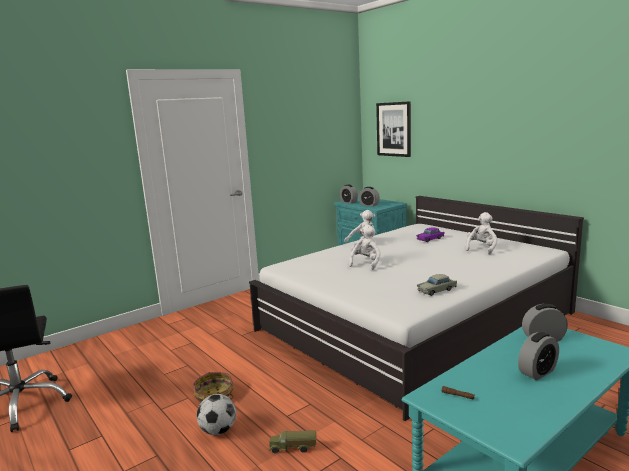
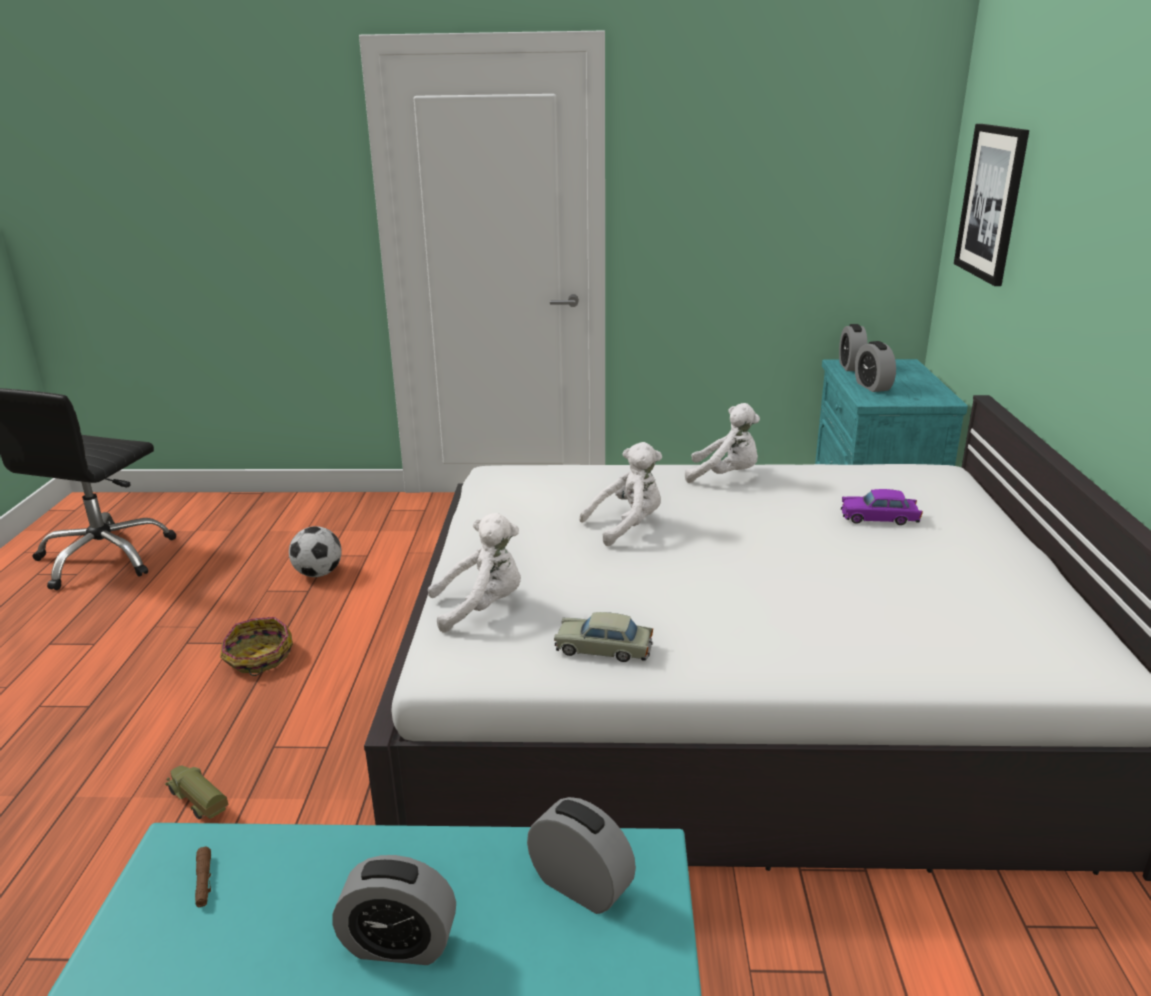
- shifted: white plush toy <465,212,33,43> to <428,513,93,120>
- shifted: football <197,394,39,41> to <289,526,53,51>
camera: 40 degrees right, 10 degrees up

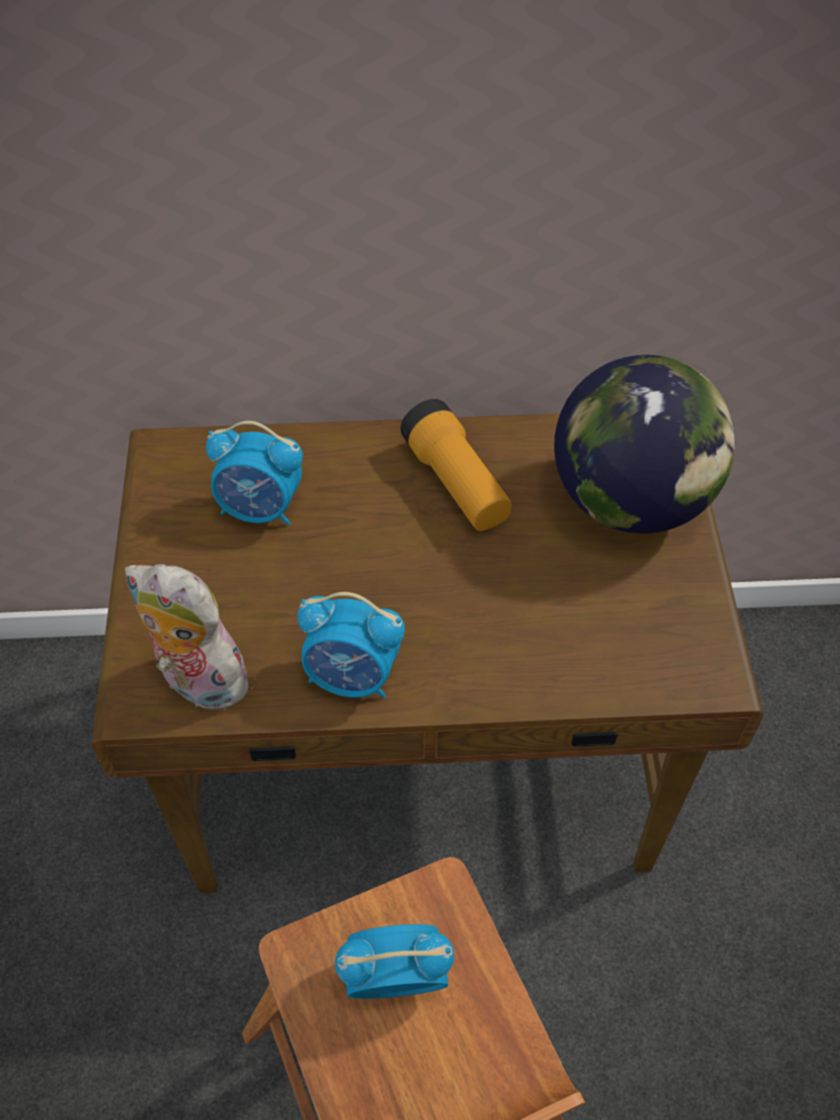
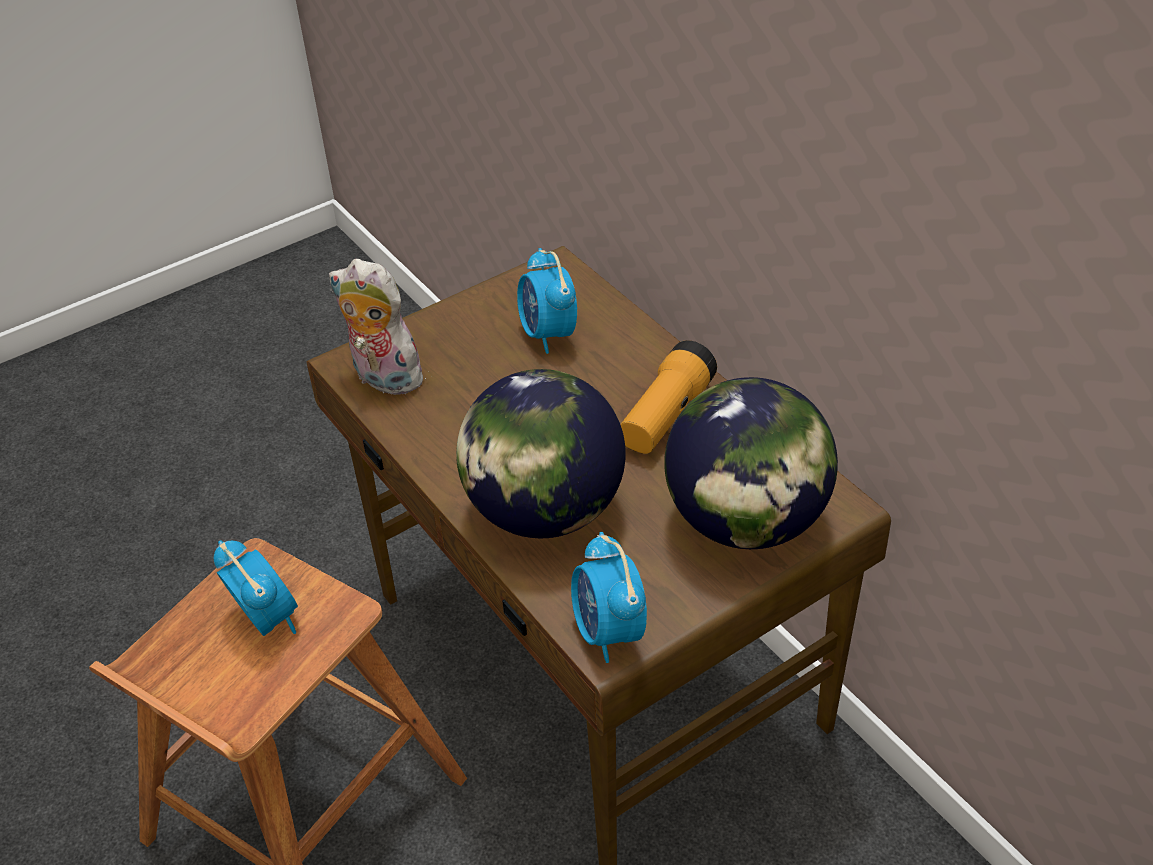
- rotated: plush toy <125,564,134,148> = <329,259,97,136> 60 degrees counterclockwise
- shifted: alarm clock <297,592,108,106> to <571,532,76,131>
- new: globe <456,369,170,169>
camera: 60 degrees right, 10 degrees down

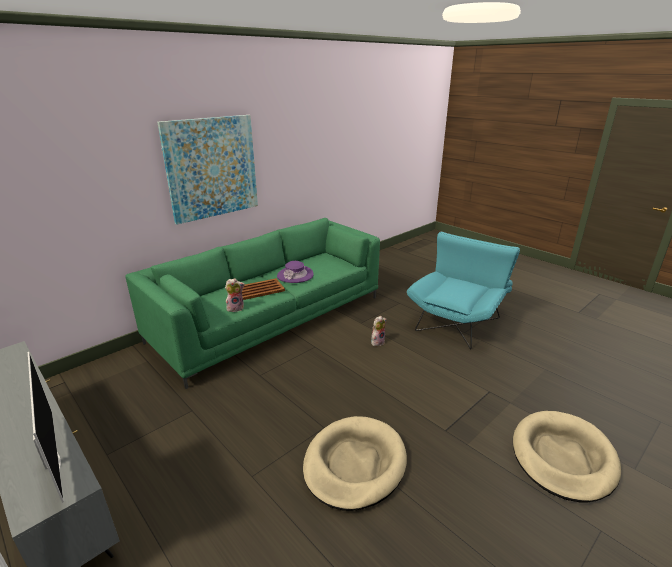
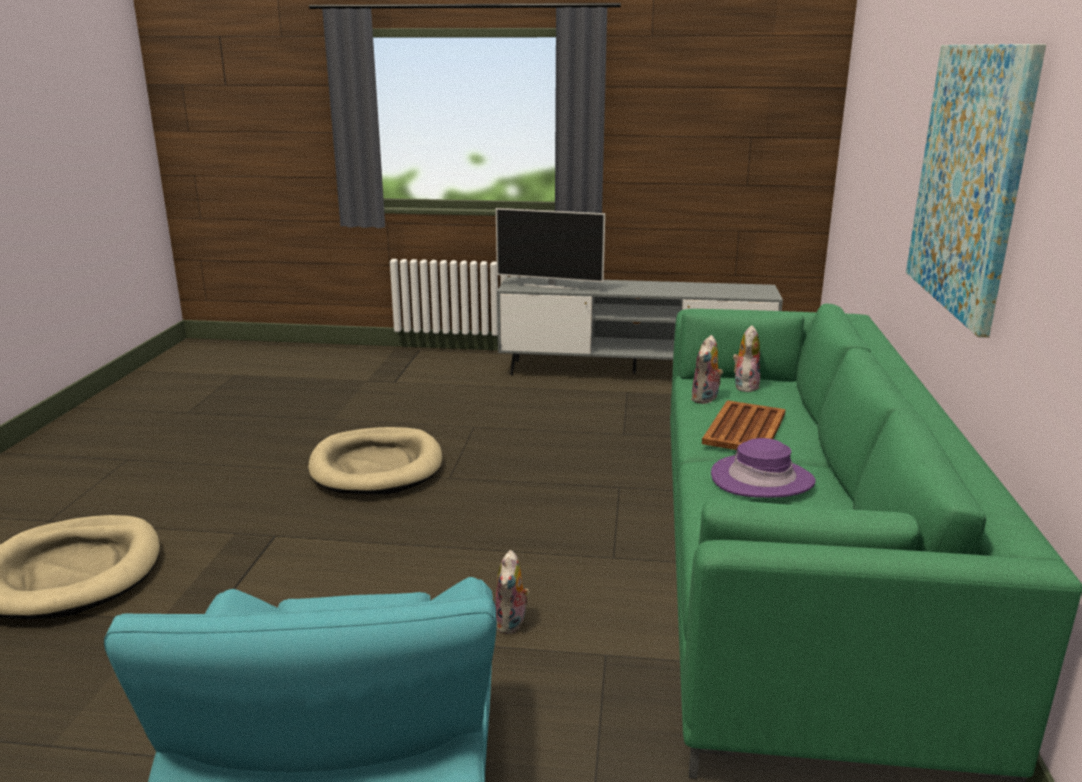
- new: plush toy <733,325,27,67>
camera: 140 degrees right, 5 degrees down

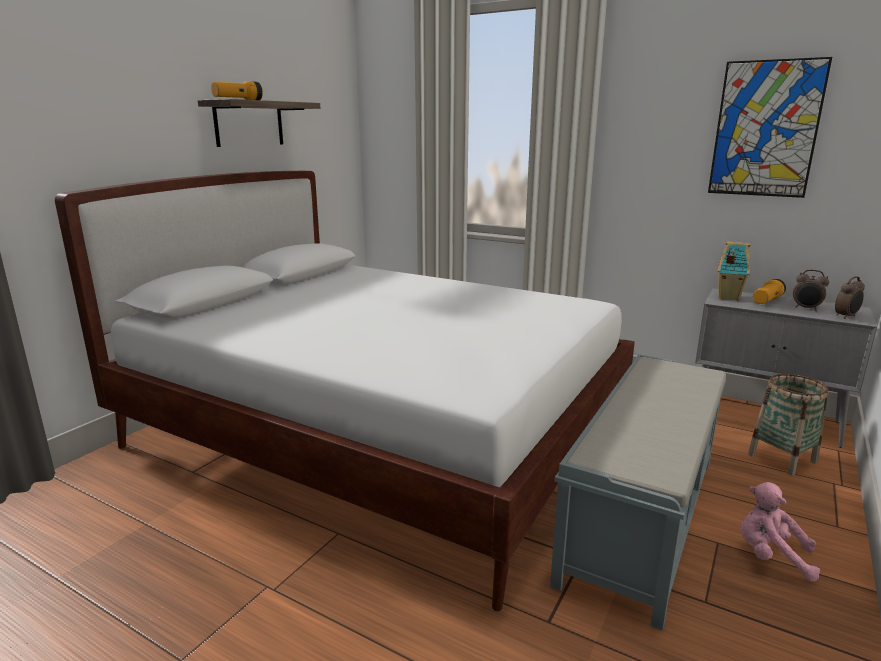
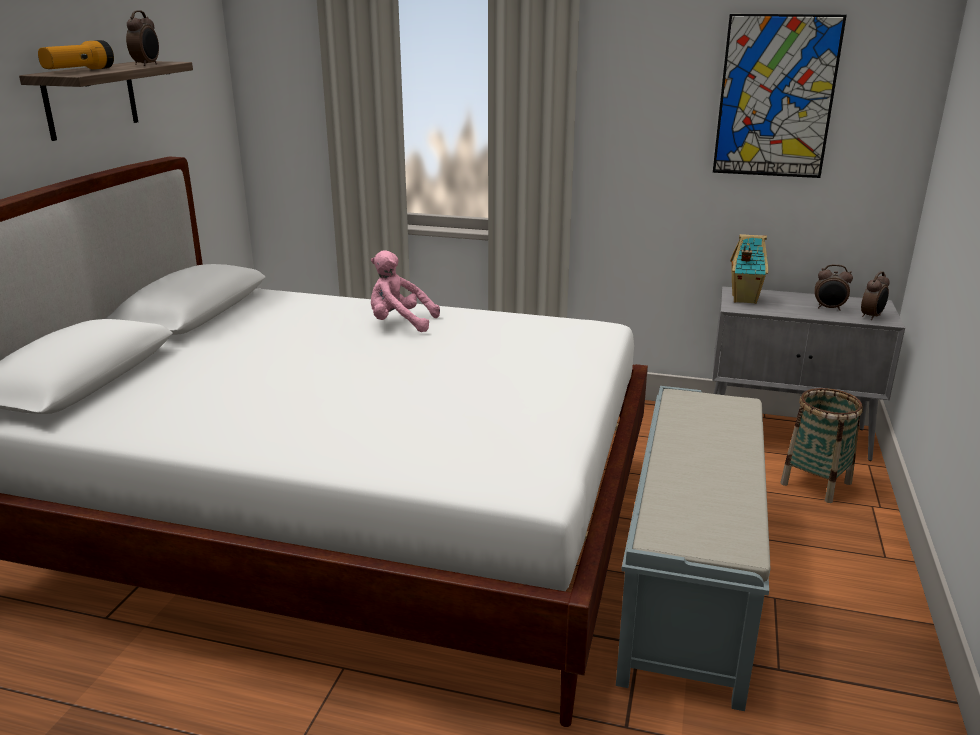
- gone: flashlight <753,279,33,25>
- shifted: pink plush toy <741,482,79,99> to <371,250,69,82>
- new: alarm clock <126,10,33,56>
camera: 15 degrees left, 5 degrees up

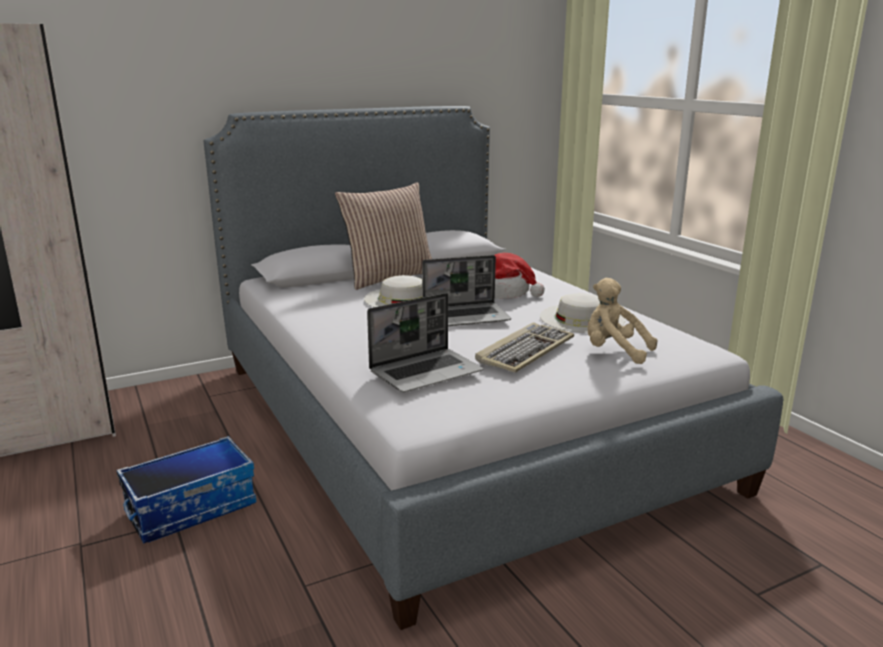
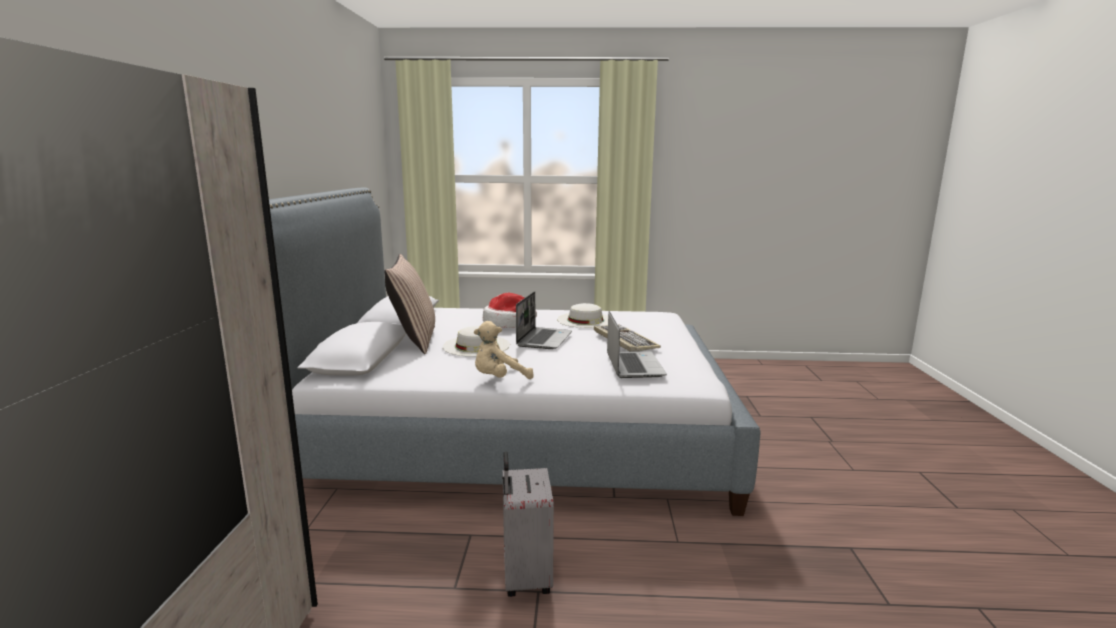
- shifted: beige plush toy <587,278,70,86> to <474,321,60,58>
- swapped: storage box <116,436,141,107> to grey suitcase <503,452,51,145>
camera: 60 degrees left, 5 degrees down

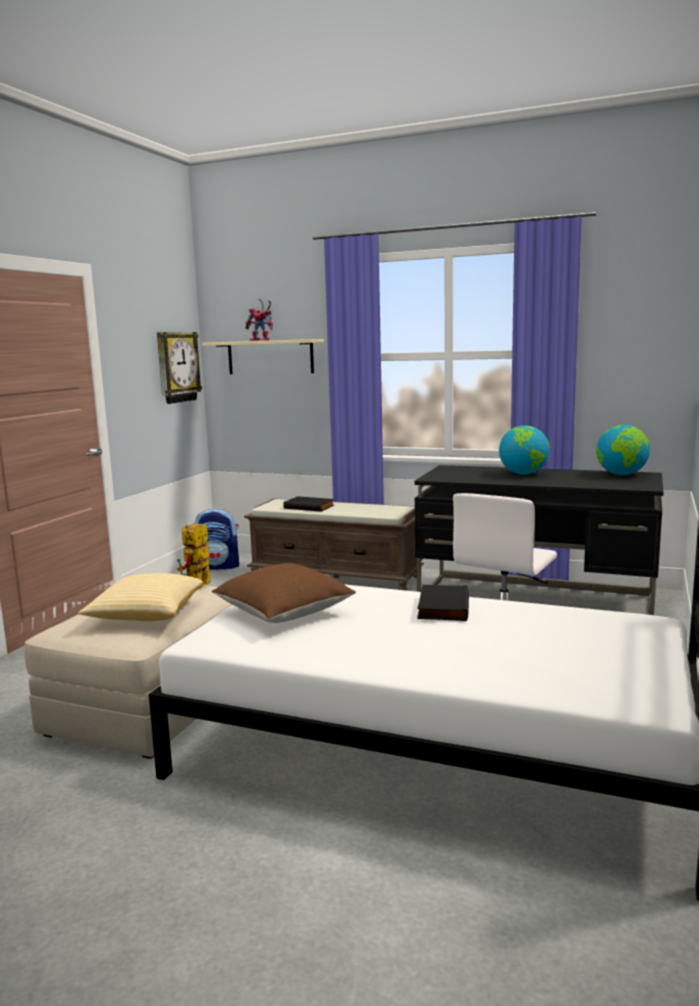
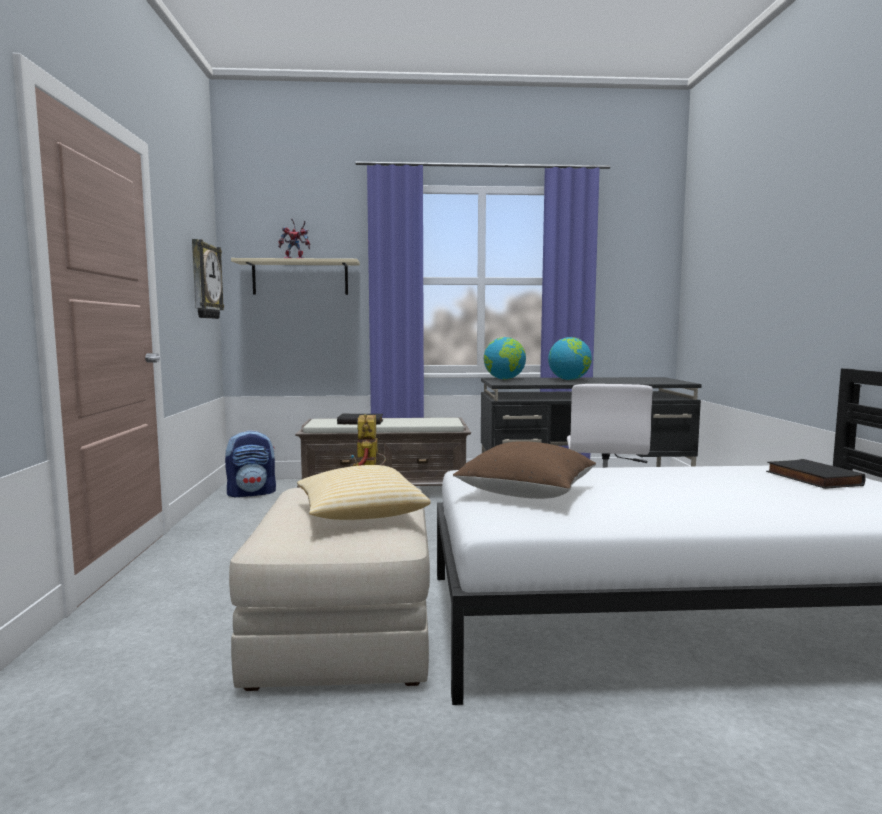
- shifted: globe <596,425,54,50> to <484,337,42,42>
- shifted: black book <417,585,52,36> to <766,459,100,30>
camera: 25 degrees left, 5 degrees down

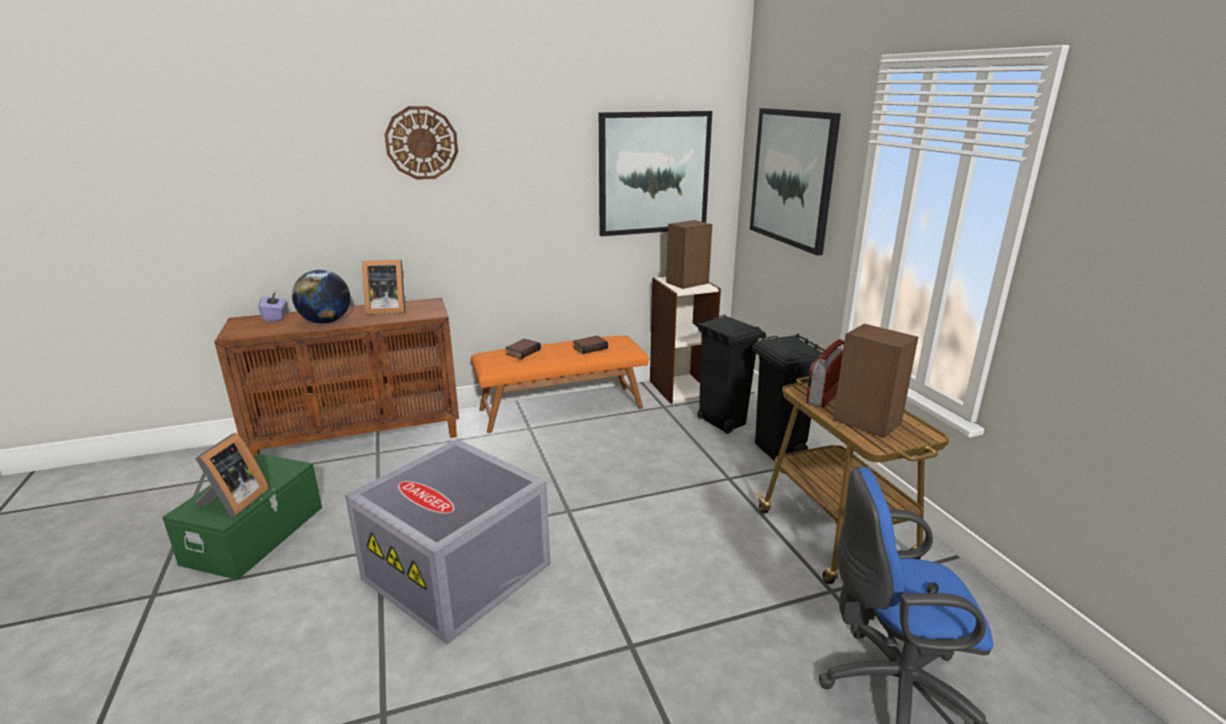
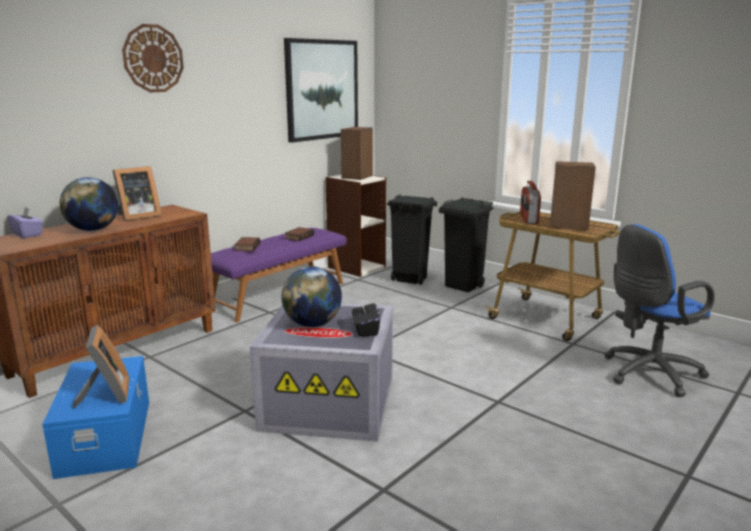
- gone: picture <750,108,91,148>
- repainted: orange bench <471,335,178,98> to purple bench <211,228,136,95>
- repainted: green storage box <162,454,160,126> to blue storage box <42,356,107,123>
- new: globe <282,267,60,60>
- new: black tissue box <352,300,28,36>
camera: 30 degrees left, 5 degrees down

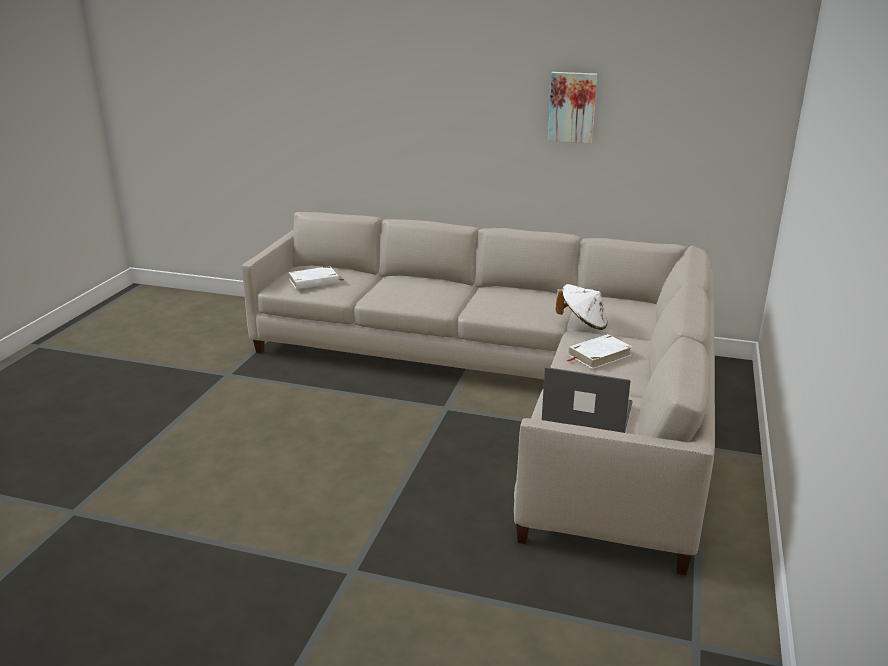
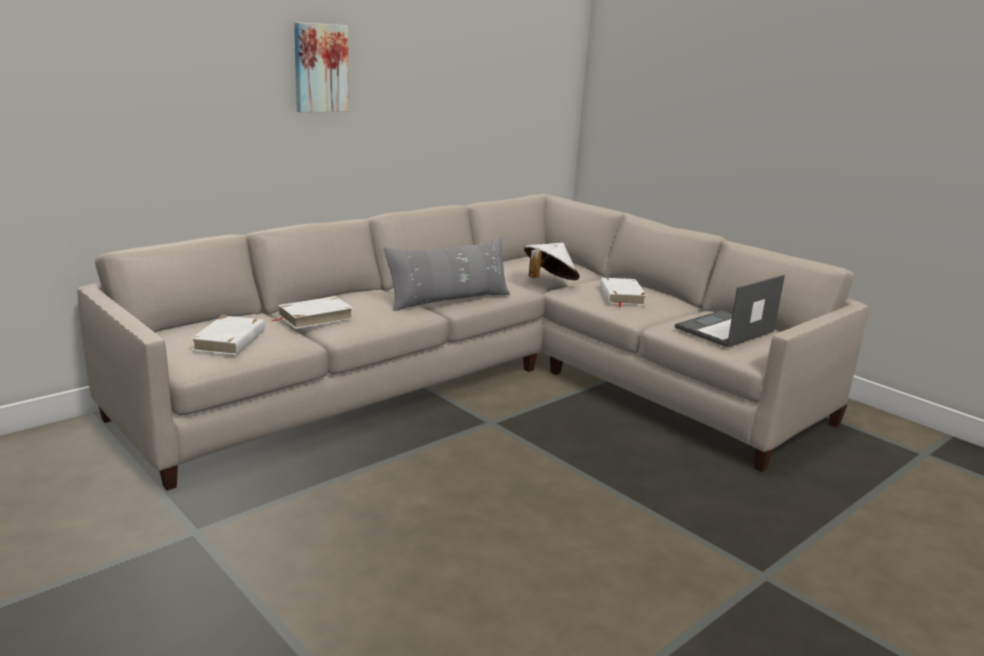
- shifted: picture <548,72,49,71> to <294,22,55,91>
- new: grey pillow <384,237,126,74>
- new: white book <272,296,81,33>
camera: 60 degrees left, 5 degrees down

